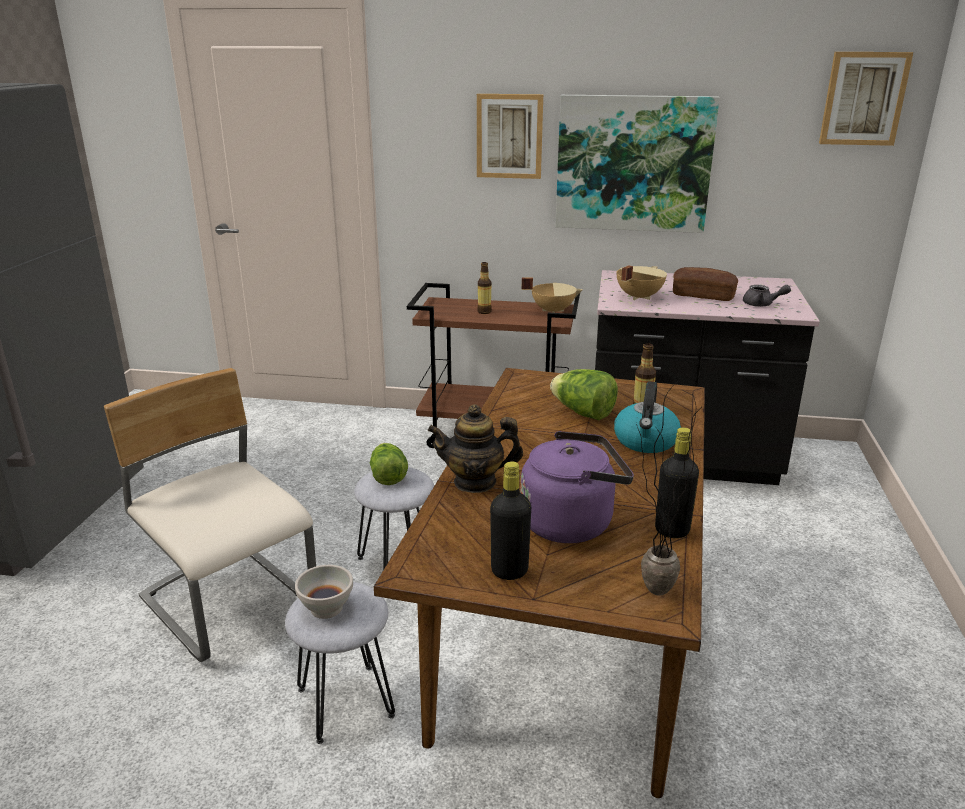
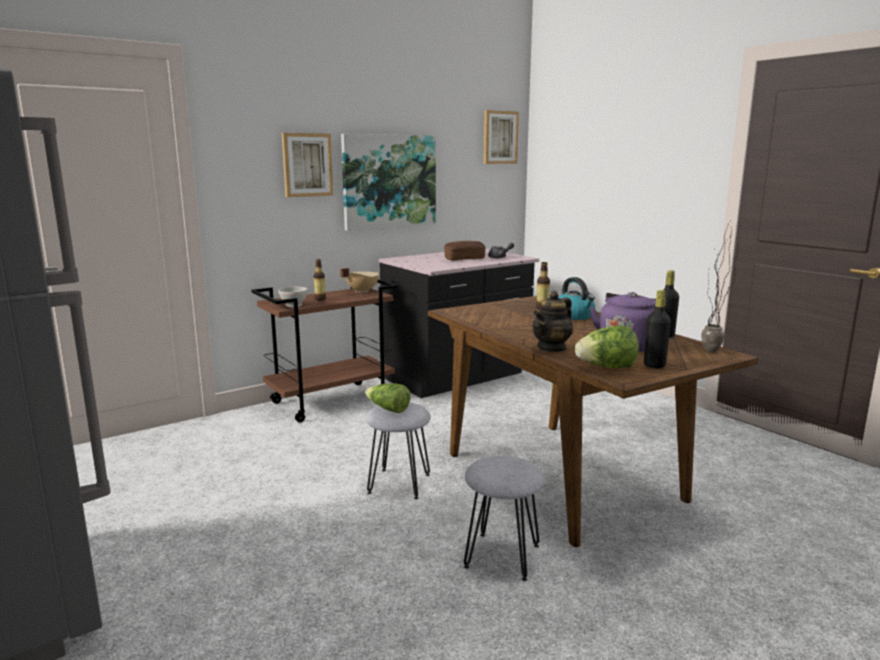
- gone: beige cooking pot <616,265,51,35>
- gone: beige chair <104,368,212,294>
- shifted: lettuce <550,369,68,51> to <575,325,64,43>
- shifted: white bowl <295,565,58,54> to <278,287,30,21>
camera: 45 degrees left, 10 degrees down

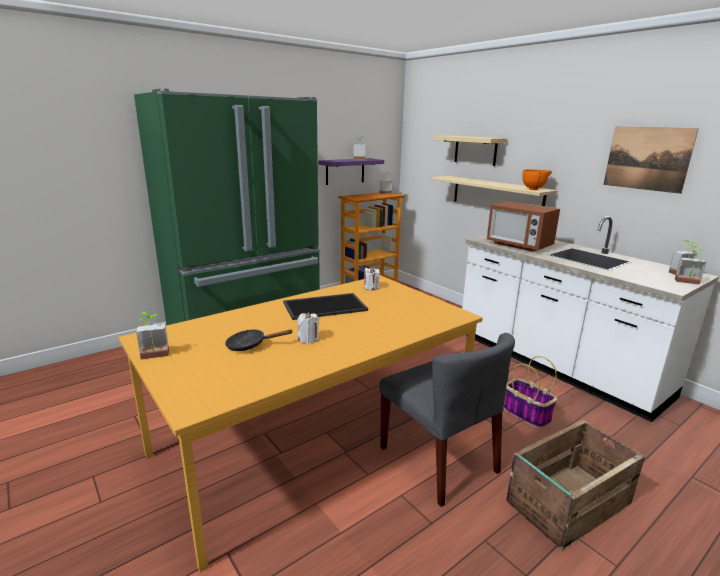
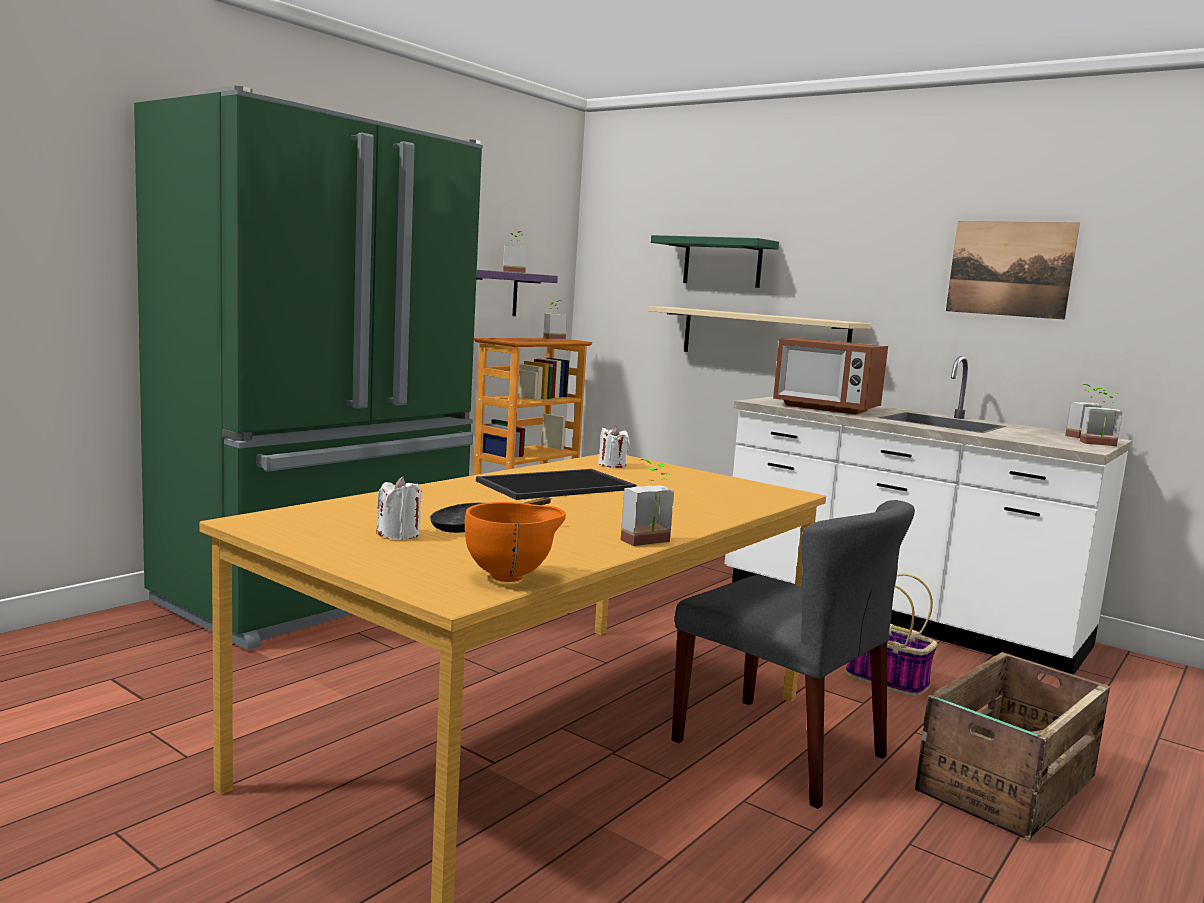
- repainted: beige shelf <434,136,73,30> to green shelf <651,235,128,53>
- shifted: orange bowl <522,169,30,21> to <465,502,101,80>
- shifted: potted plant <136,312,33,47> to <621,459,53,87>
- shifted: white candle <297,312,22,32> to <376,476,46,64>
camera: 15 degrees left, 10 degrees down

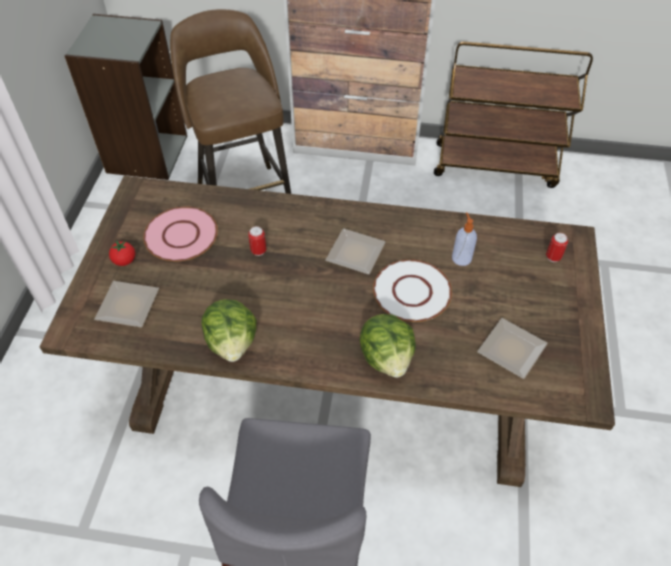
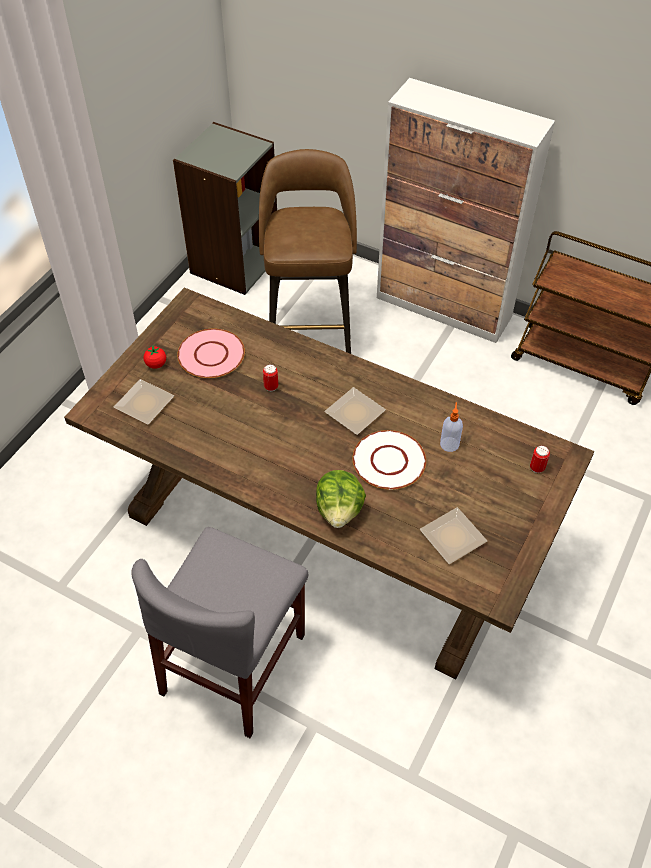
- gone: lettuce <202,299,55,63>
camera: 20 degrees right, 0 degrees up

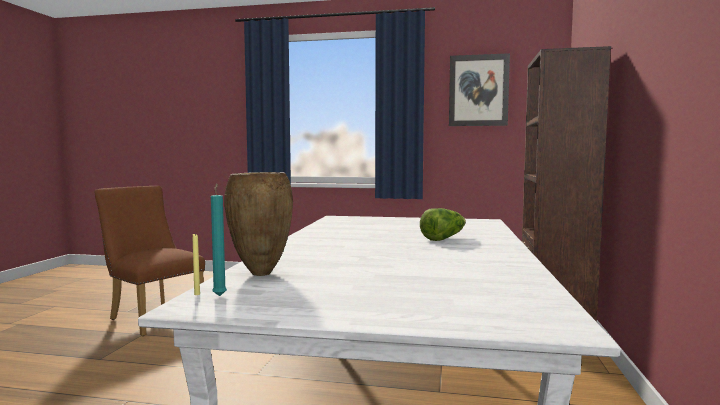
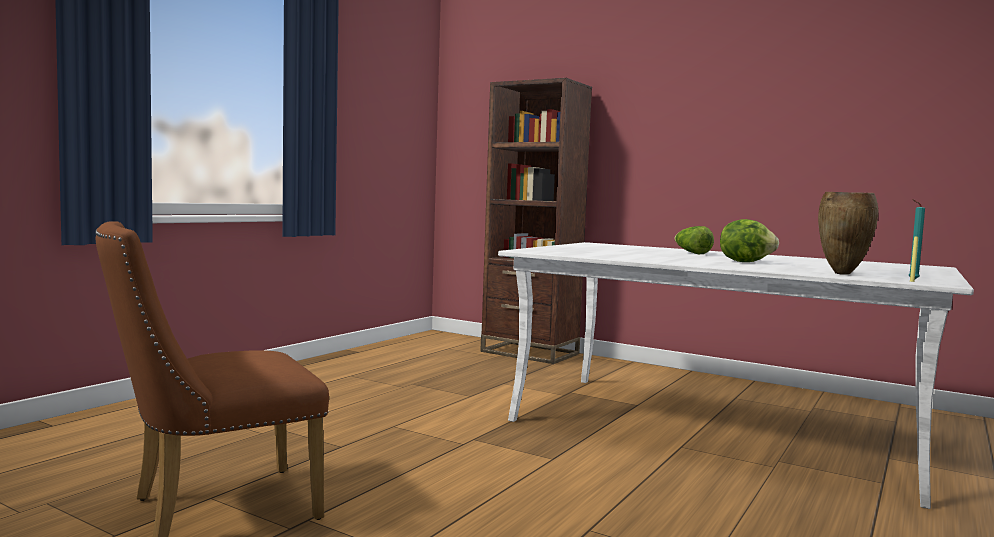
- gone: picture <449,53,61,73>
- new: lettuce <720,219,59,43>
camera: 70 degrees left, 0 degrees up

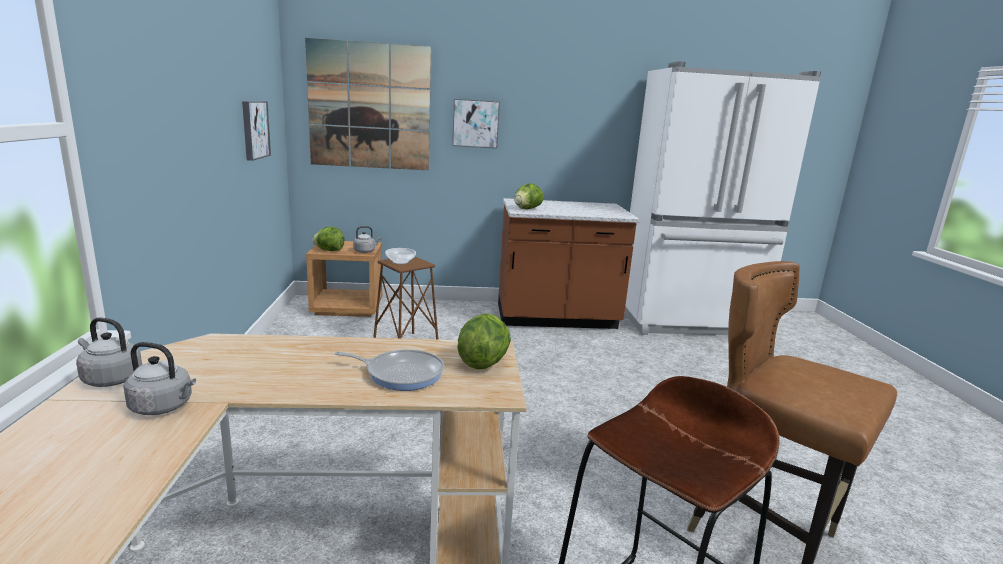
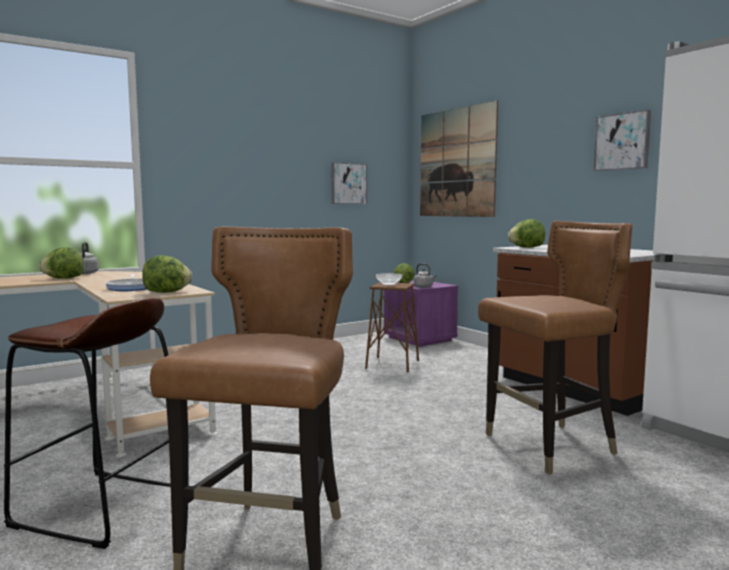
- shifted: picture <452,99,48,50> to <594,110,57,61>
- repainted: brown nightstand <306,241,77,76> to purple nightstand <384,281,74,66>
- swapped: grey kettle <123,342,73,73> to lettuce <39,247,45,32>
- new: brown chair <478,221,155,253>
camera: 60 degrees right, 10 degrees down

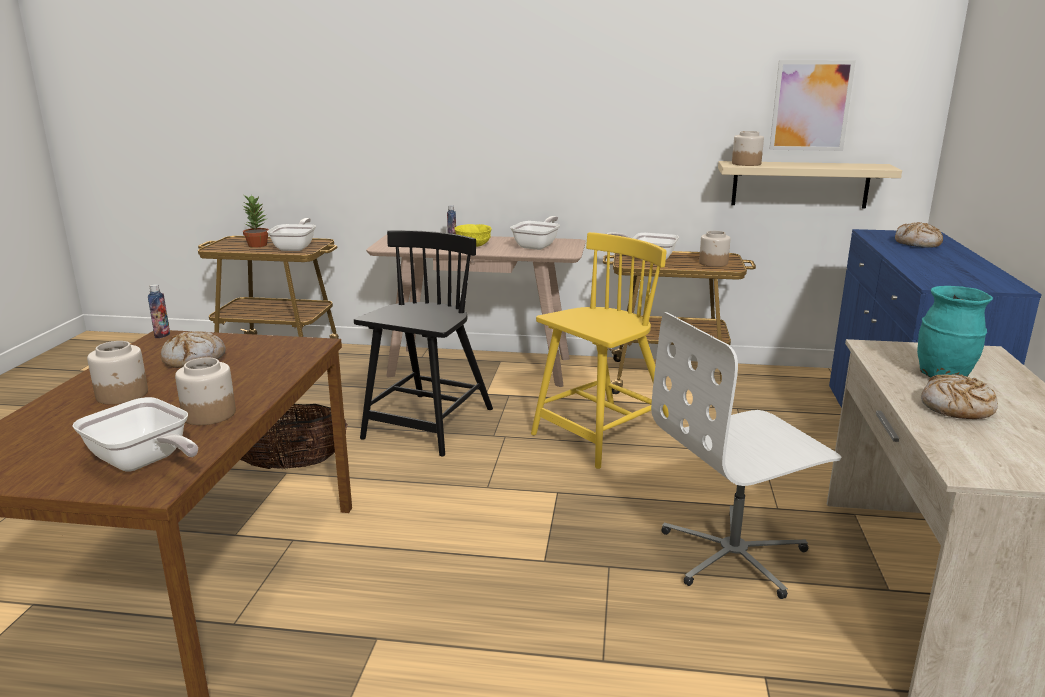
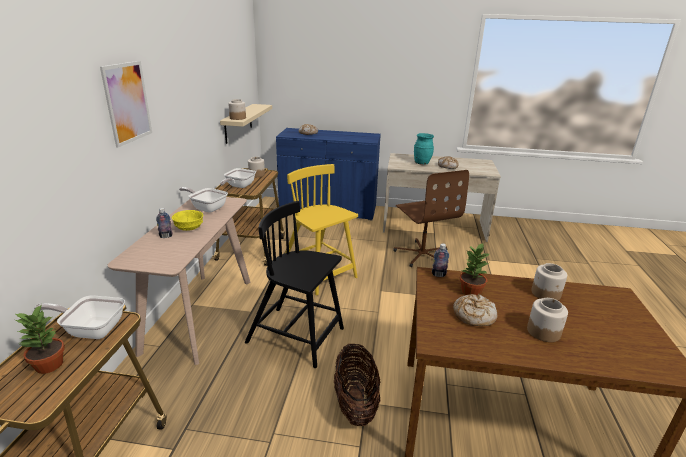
- shifted: picture <769,60,87,91> to <100,61,52,87>
- shifted: bottle <148,284,22,54> to <432,243,17,34>
- repainted: white office chair <651,312,190,287> to brown office chair <393,170,76,97>
- gone: frying pan <72,397,126,75>
- new: potted plant <459,243,30,53>
camera: 90 degrees left, 5 degrees up

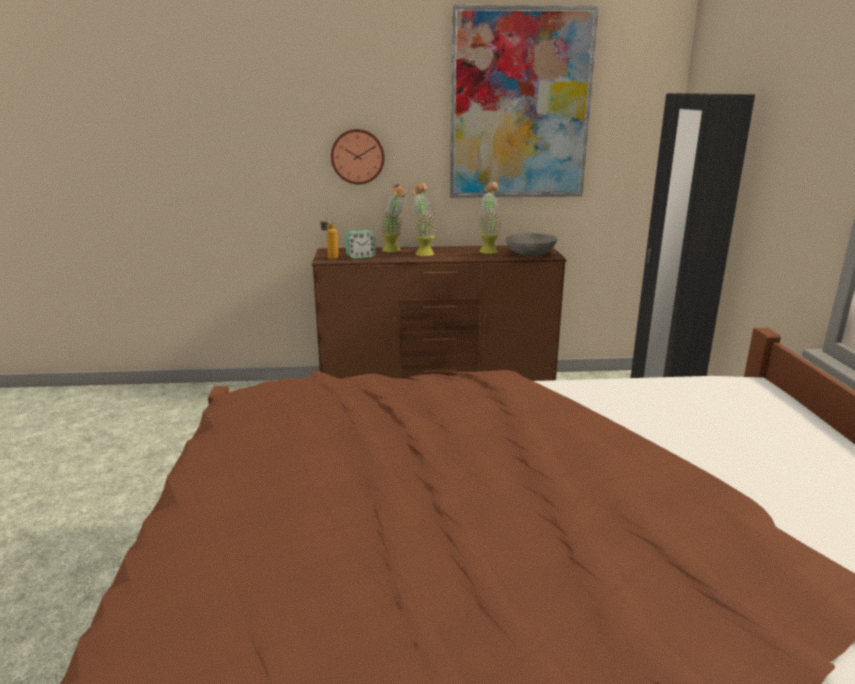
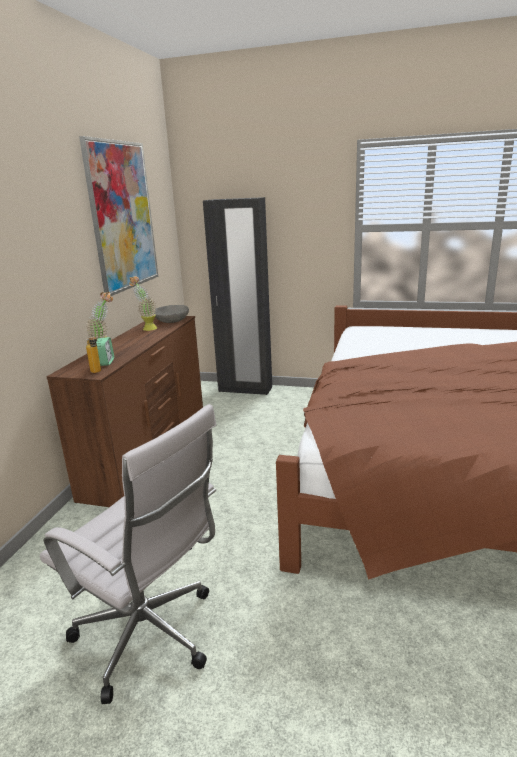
- gone: wall clock <331,129,53,56>
- gone: potted plant <413,183,24,73>
- new: white office chair <40,404,176,300>
camera: 70 degrees left, 0 degrees up

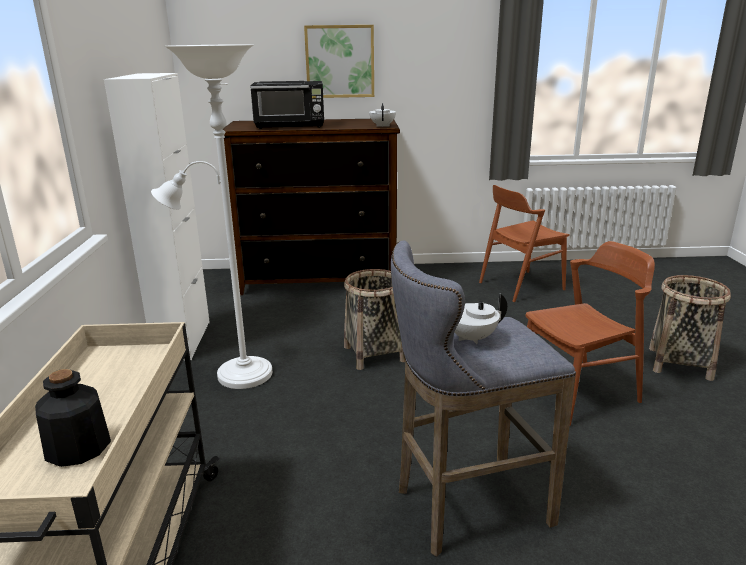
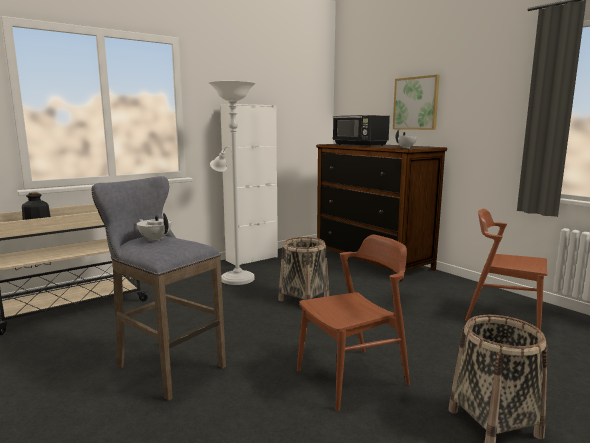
- rotated: brown chair <526,241,129,185> = <297,235,113,176> 60 degrees counterclockwise
camera: 55 degrees right, 10 degrees down

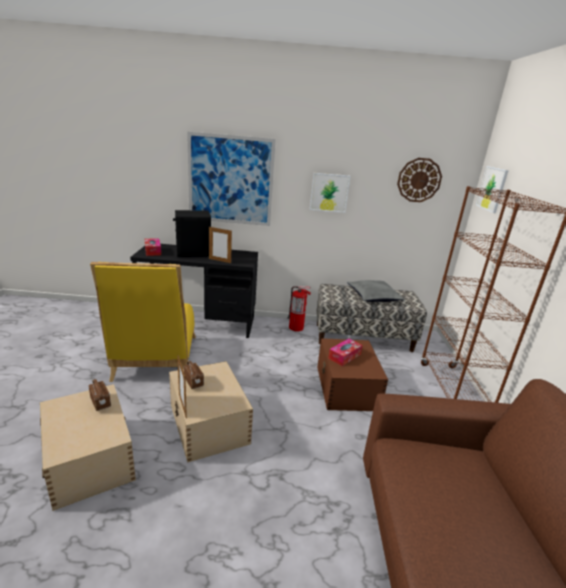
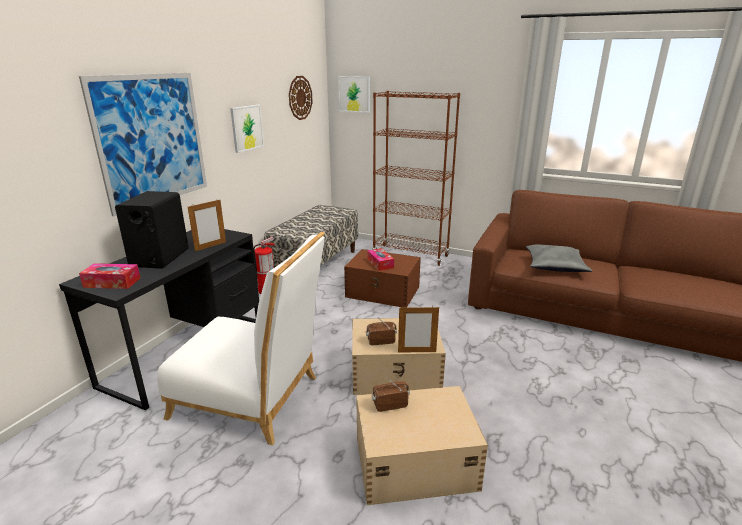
- repainted: yellow chair <90,262,106,120> to white chair <157,232,168,213>
- shifted: grey pillow <347,280,57,22> to <526,245,66,27>
camera: 65 degrees left, 0 degrees up

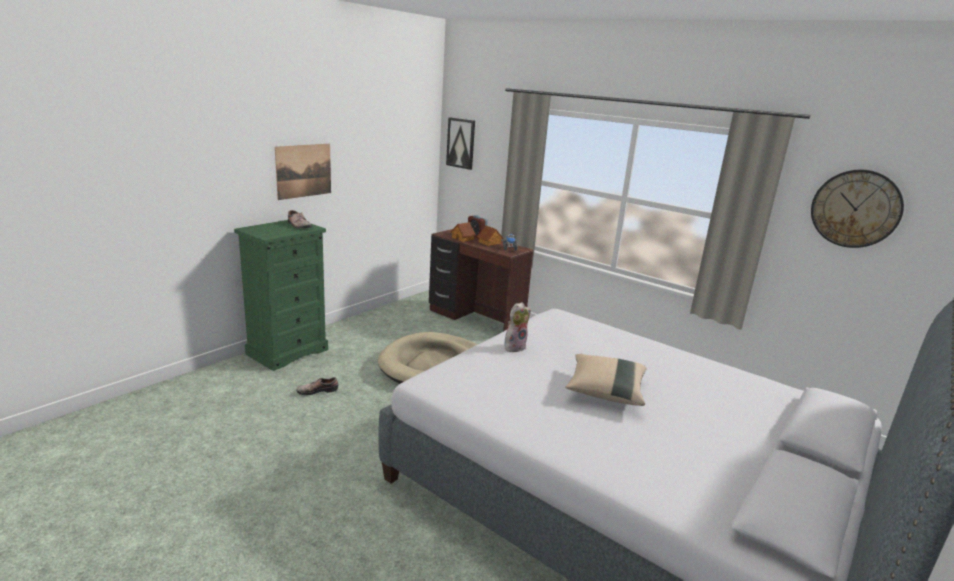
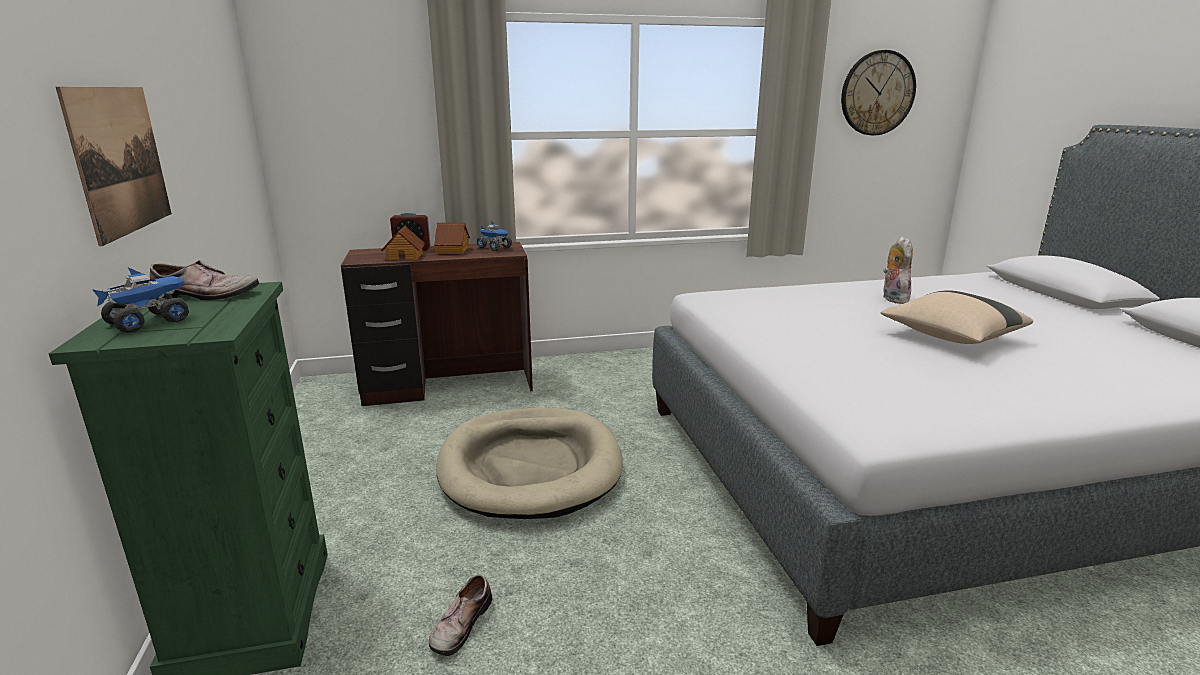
- gone: picture <446,117,29,53>
- shifted: plush toy <504,302,27,50> to <883,237,30,67>
- new: toy truck <92,267,97,66>
camera: 50 degrees left, 0 degrees up

